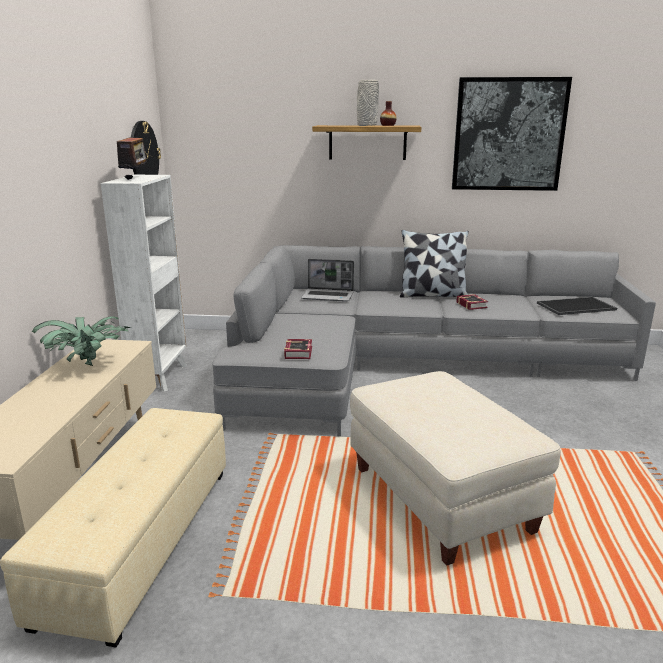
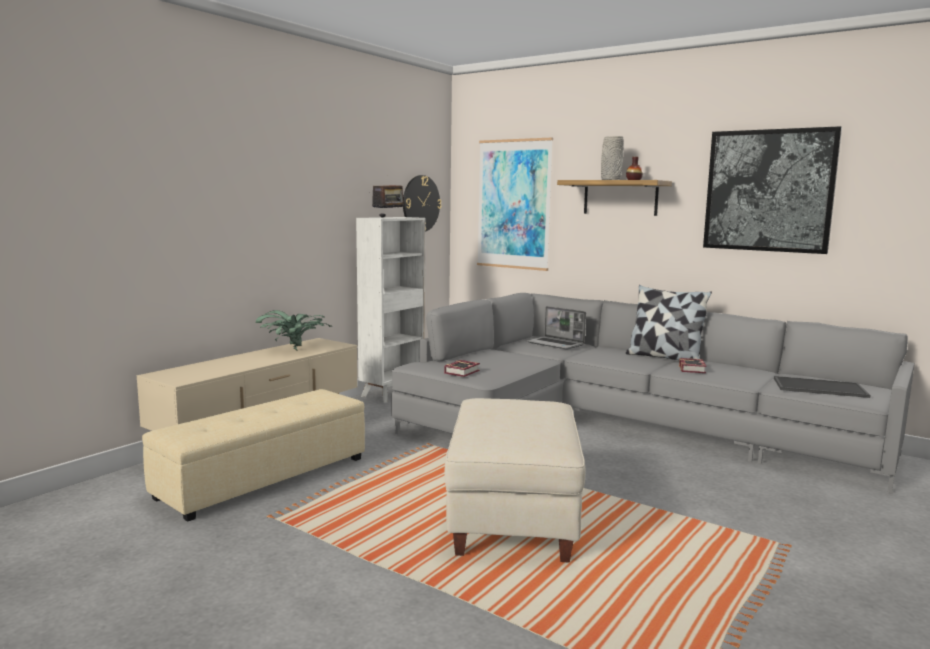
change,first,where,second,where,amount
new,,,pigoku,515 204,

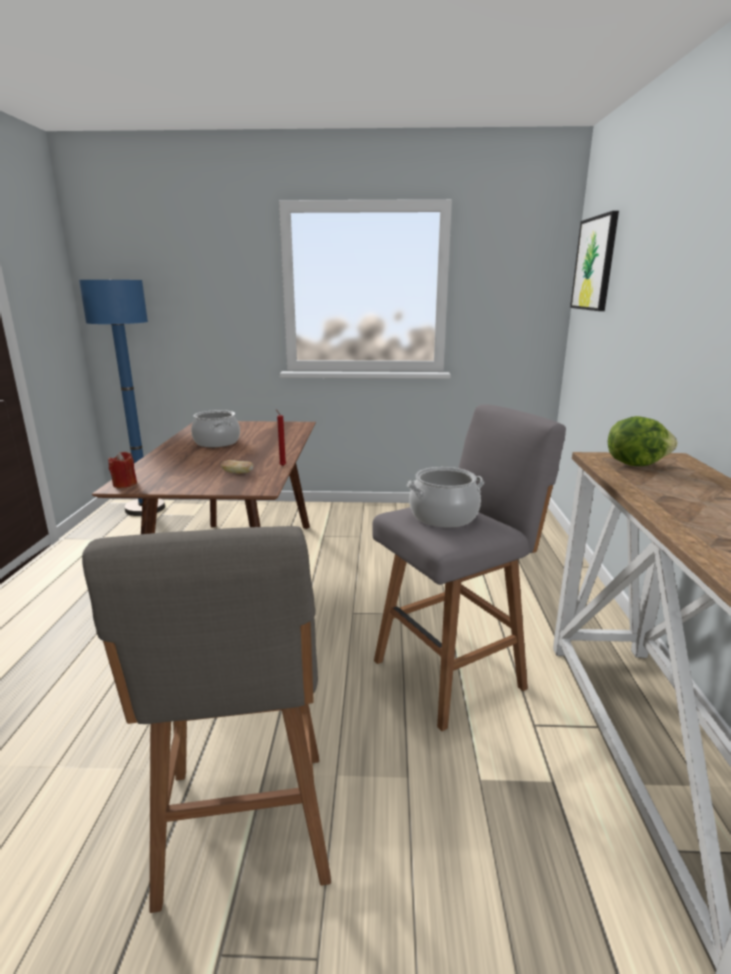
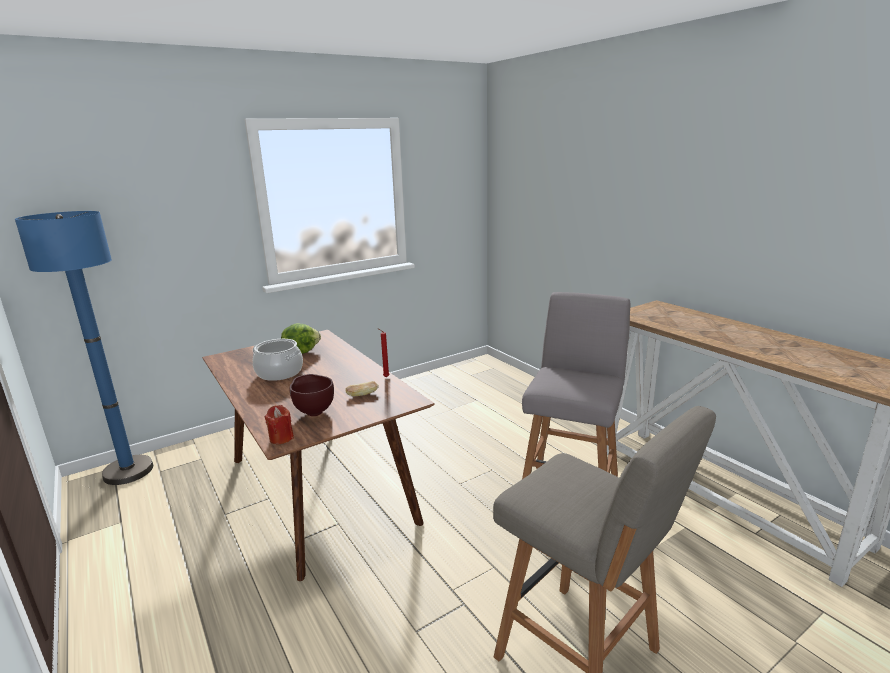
change,first,where,second,where,amount
gone,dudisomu,445 497,,,
gone,pigoku,594 261,,,
new,,,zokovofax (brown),312 395,
shifted,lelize,642 441,,301 339,

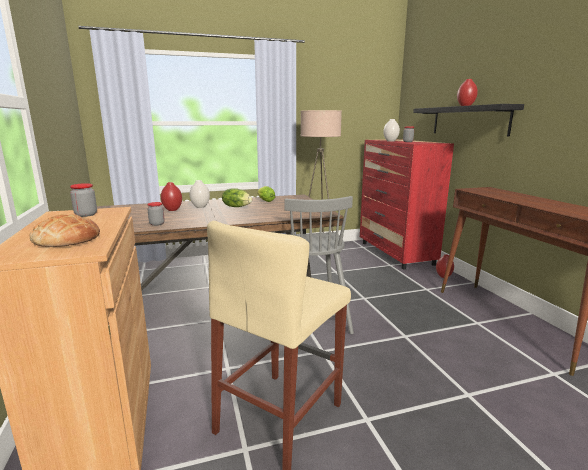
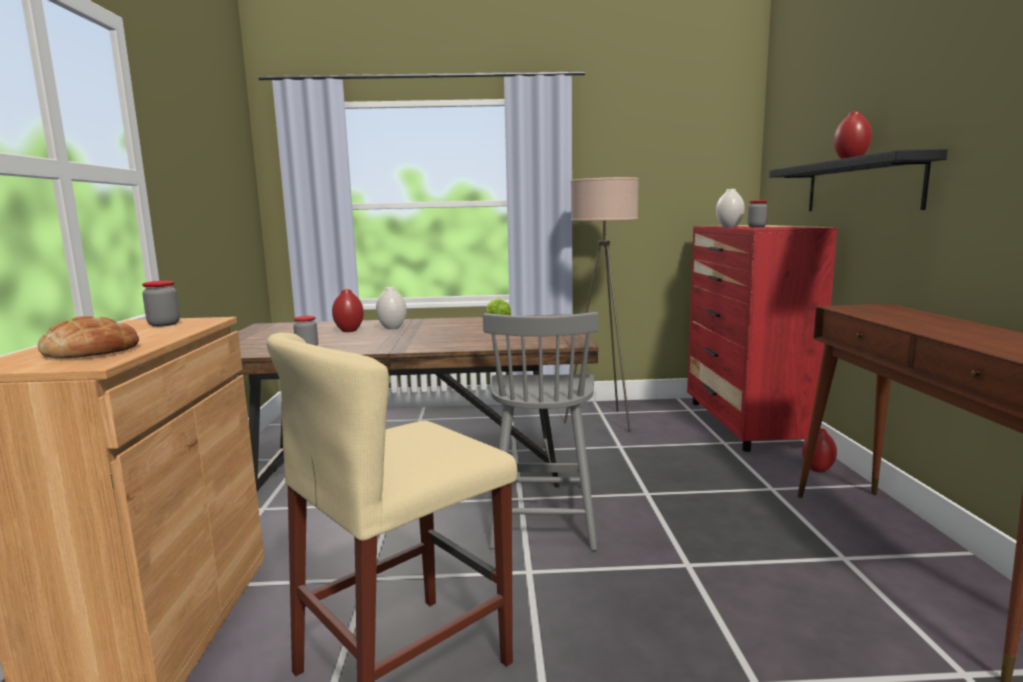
change,first,where,second,where,amount
gone,lelize,237 197,,,

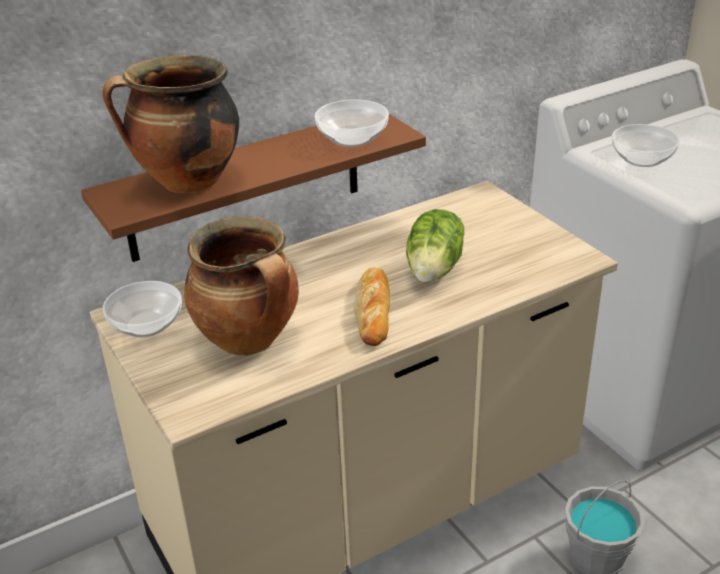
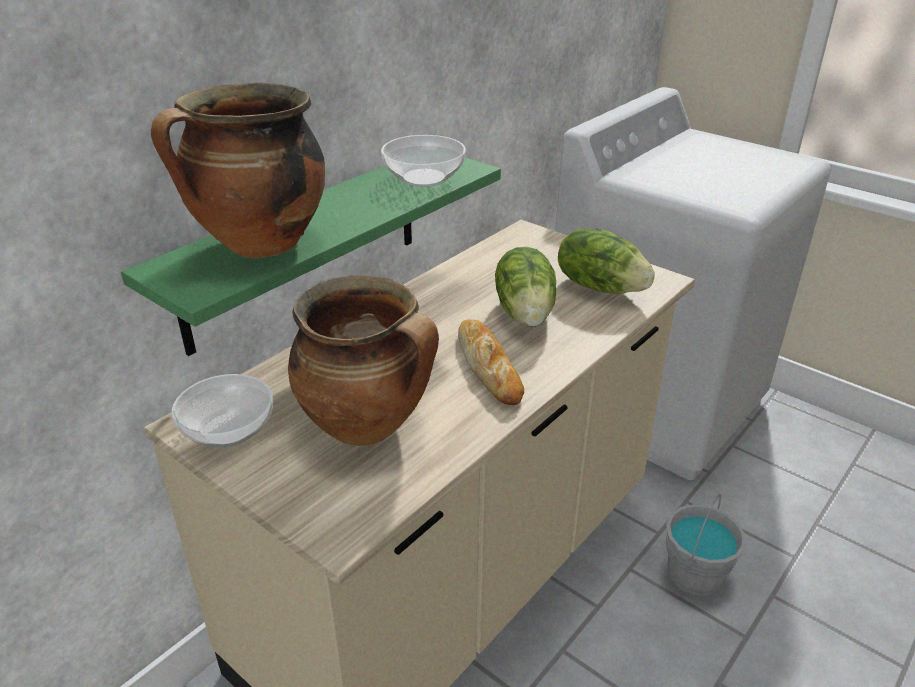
change,first,where,second,where,amount
gone,zokovofax,646 145,,,
new,,,lelize,606 260,
repainted,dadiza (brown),253 188,dadiza (green),311 257,

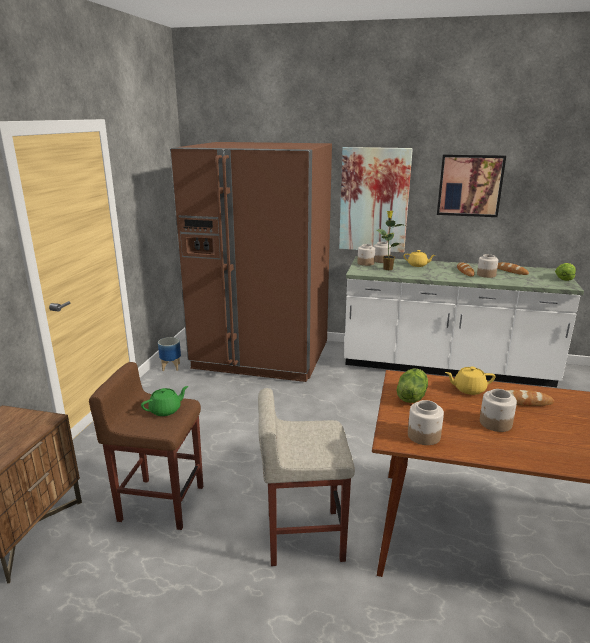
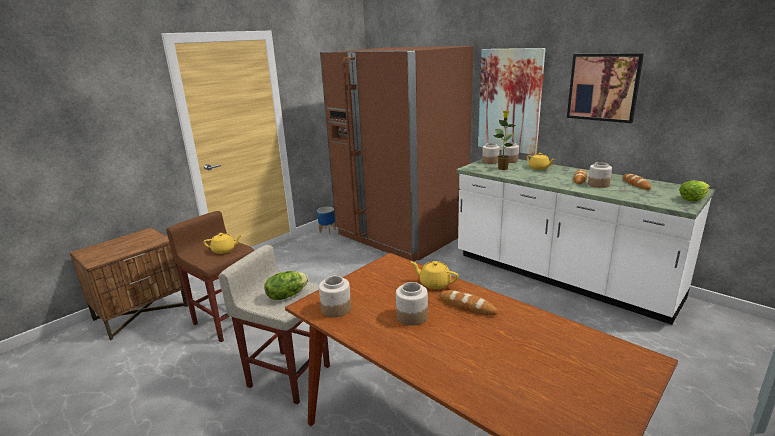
change,first,where,second,where,amount
shifted,lelize,412 385,,286 285,
repainted,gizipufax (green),164 401,gizipufax (yellow),222 243,

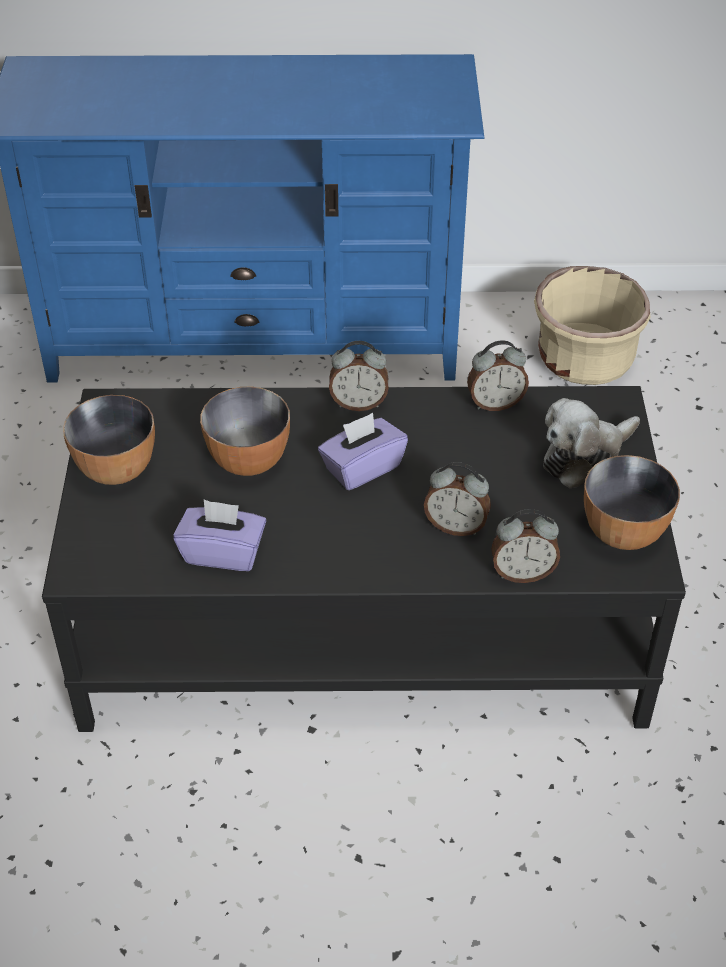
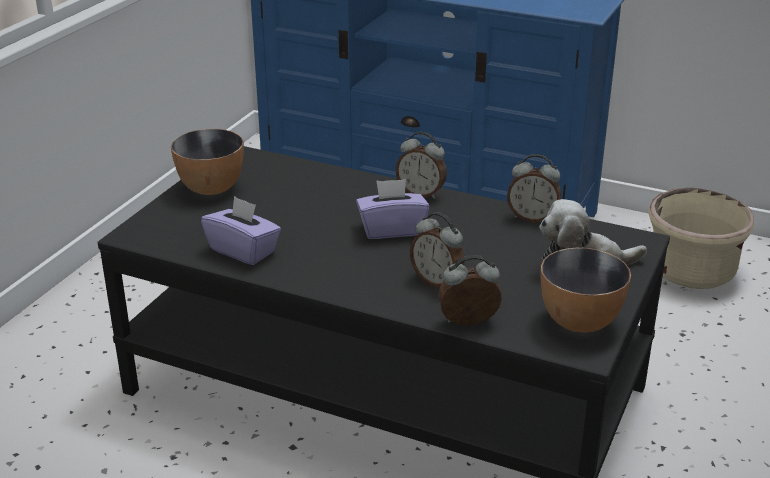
change,first,where,second,where,amount
gone,zokovofax,245 431,,,
rotated,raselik,525 546,,470 290,150 degrees clockwise

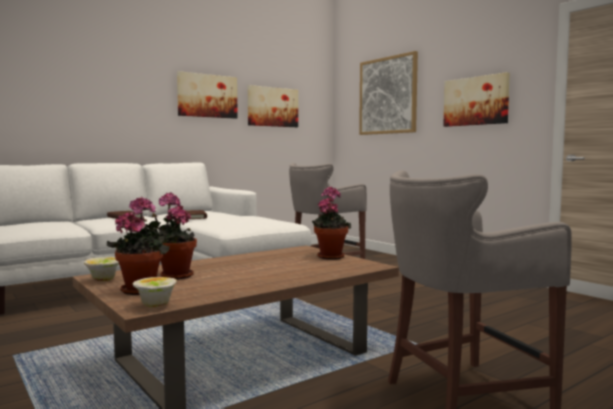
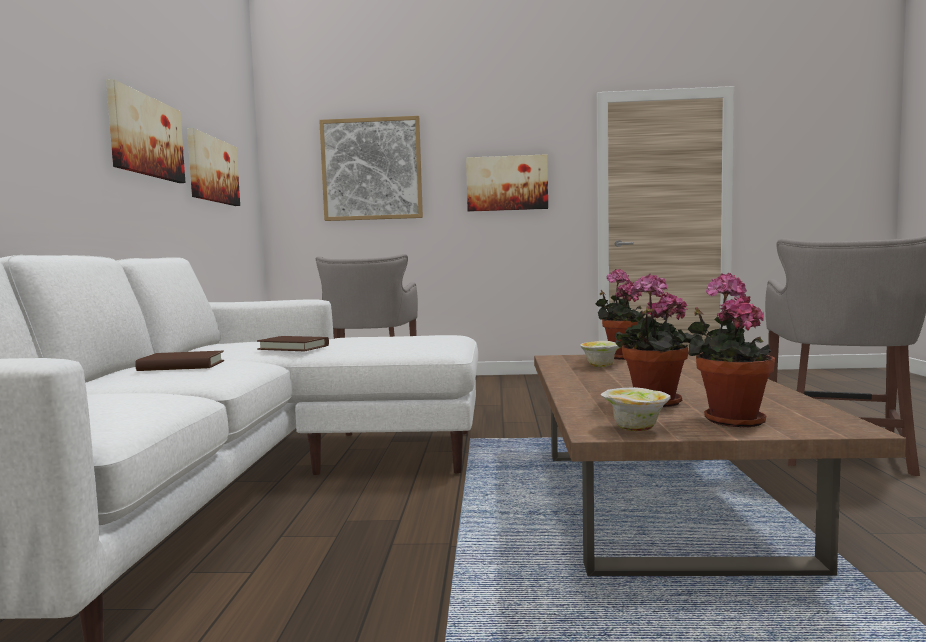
change,first,where,second,where,amount
shifted,zokovofax,155 292,,600 354,

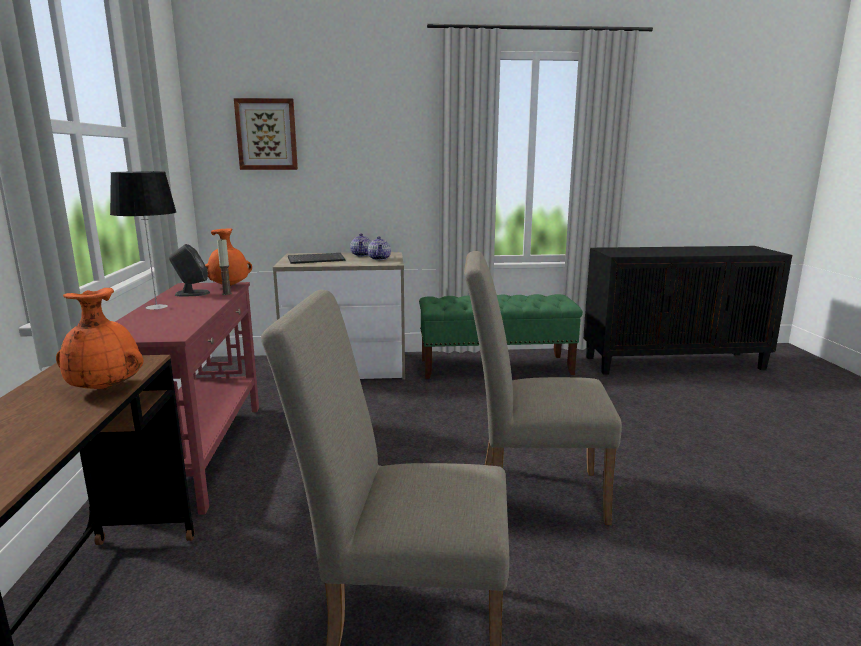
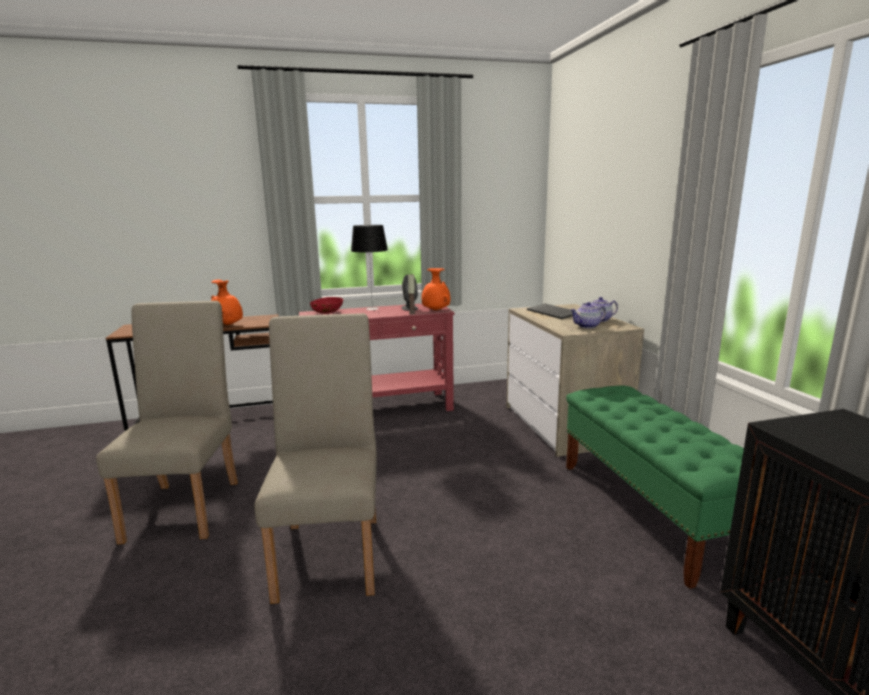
change,first,where,second,where,amount
gone,pigoku,266 134,,,
new,,,zokovofax (red),326 305,

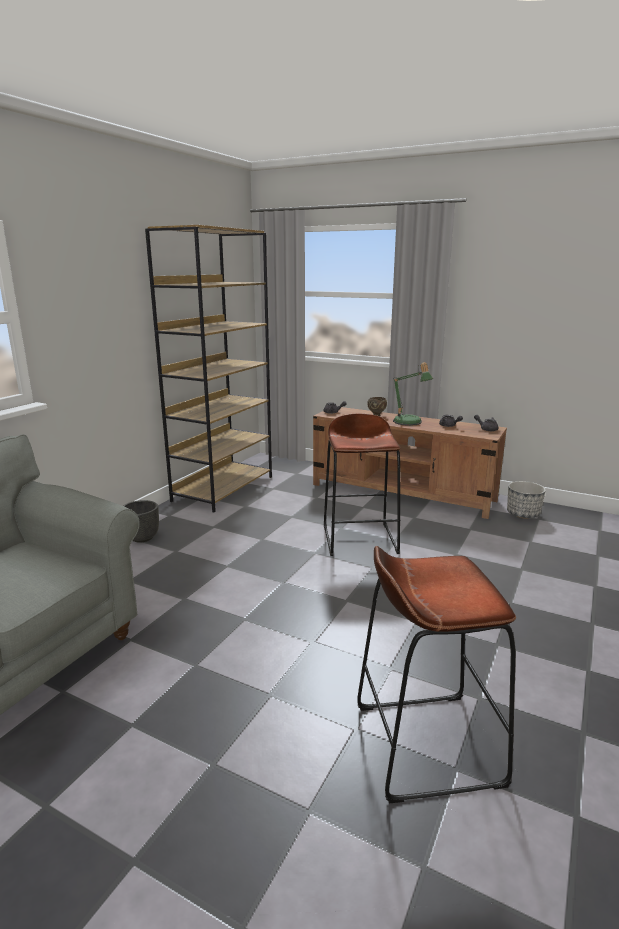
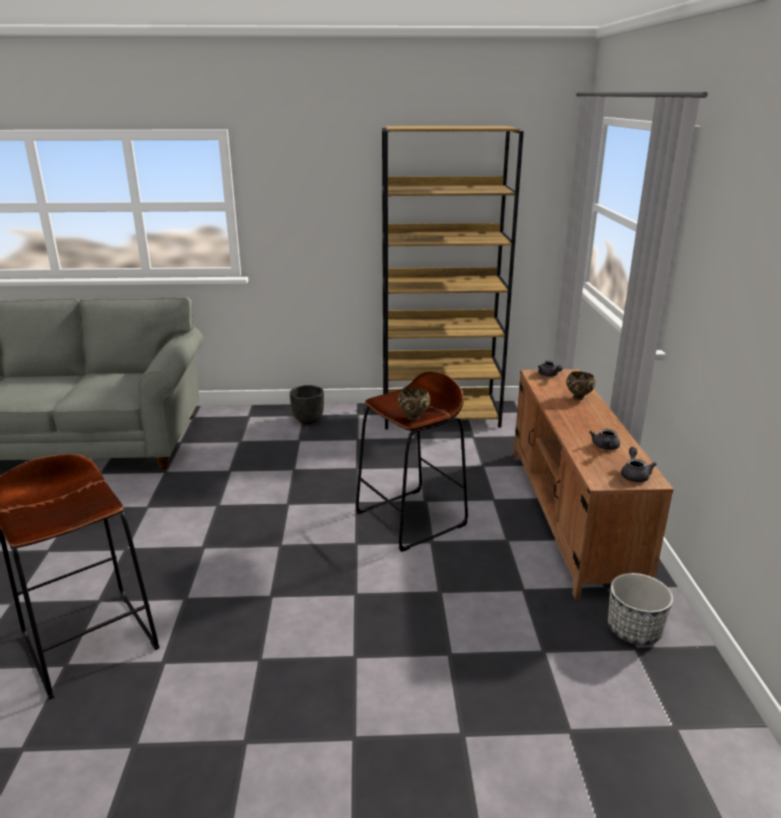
change,first,where,second,where,amount
gone,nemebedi,413 394,,,
new,,,zokovofax (brown),414 403,

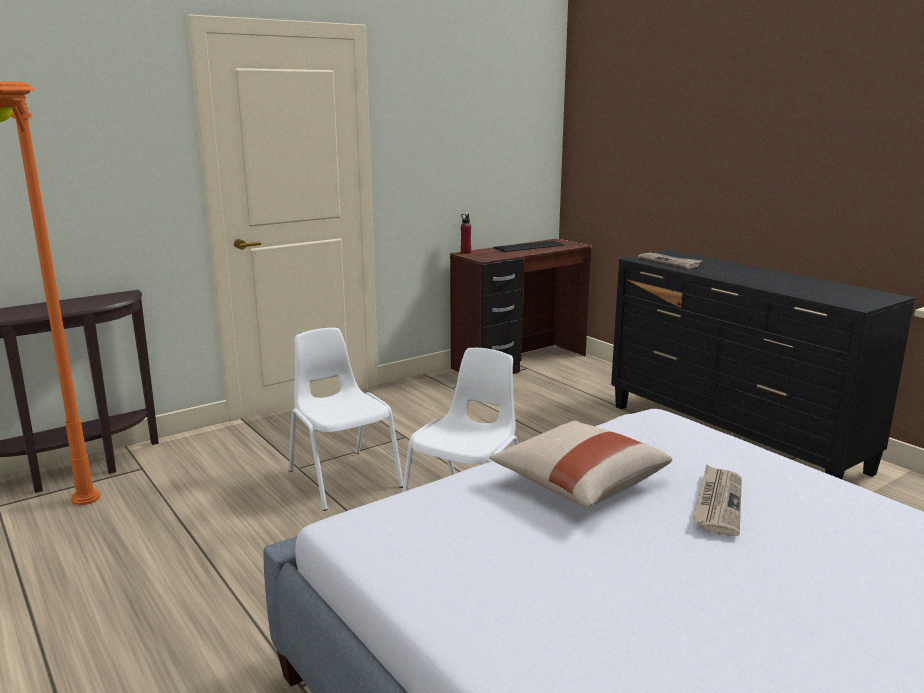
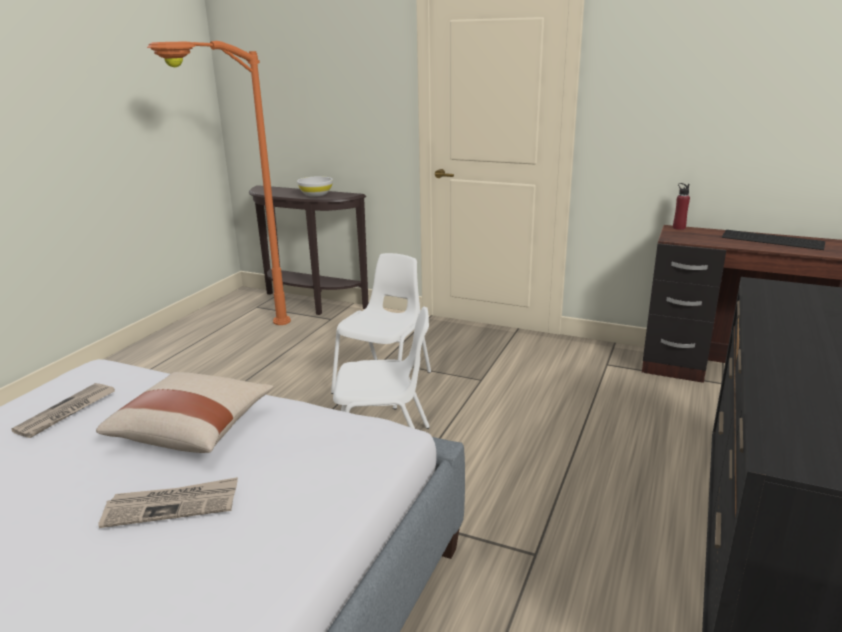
change,first,where,second,where,amount
new,,,zokovofax (white),315 186,
shifted,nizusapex,670 261,,63 410,

